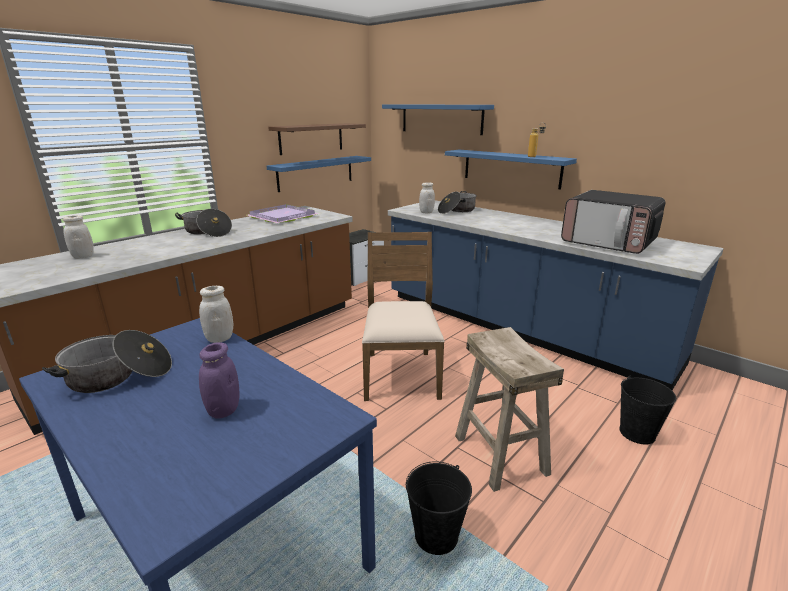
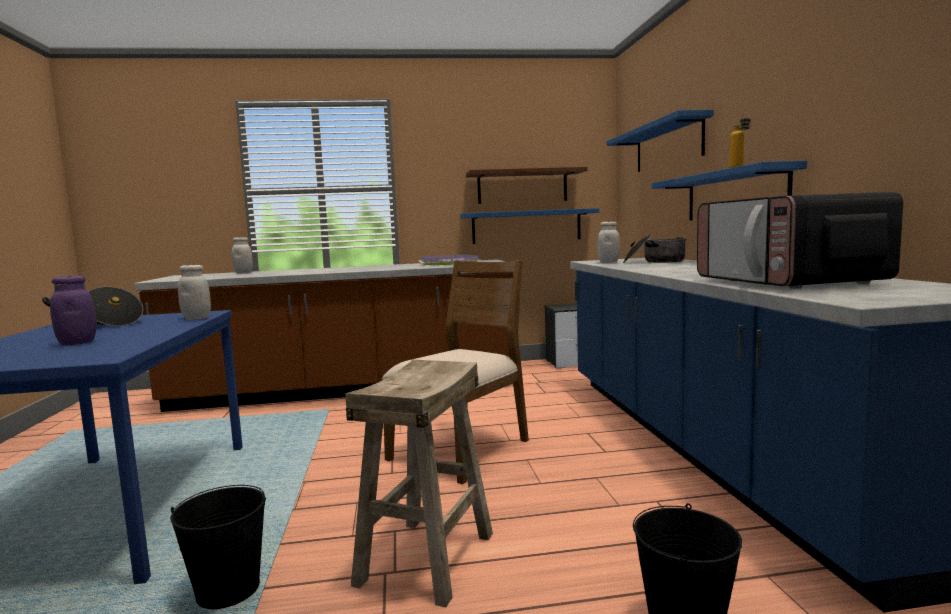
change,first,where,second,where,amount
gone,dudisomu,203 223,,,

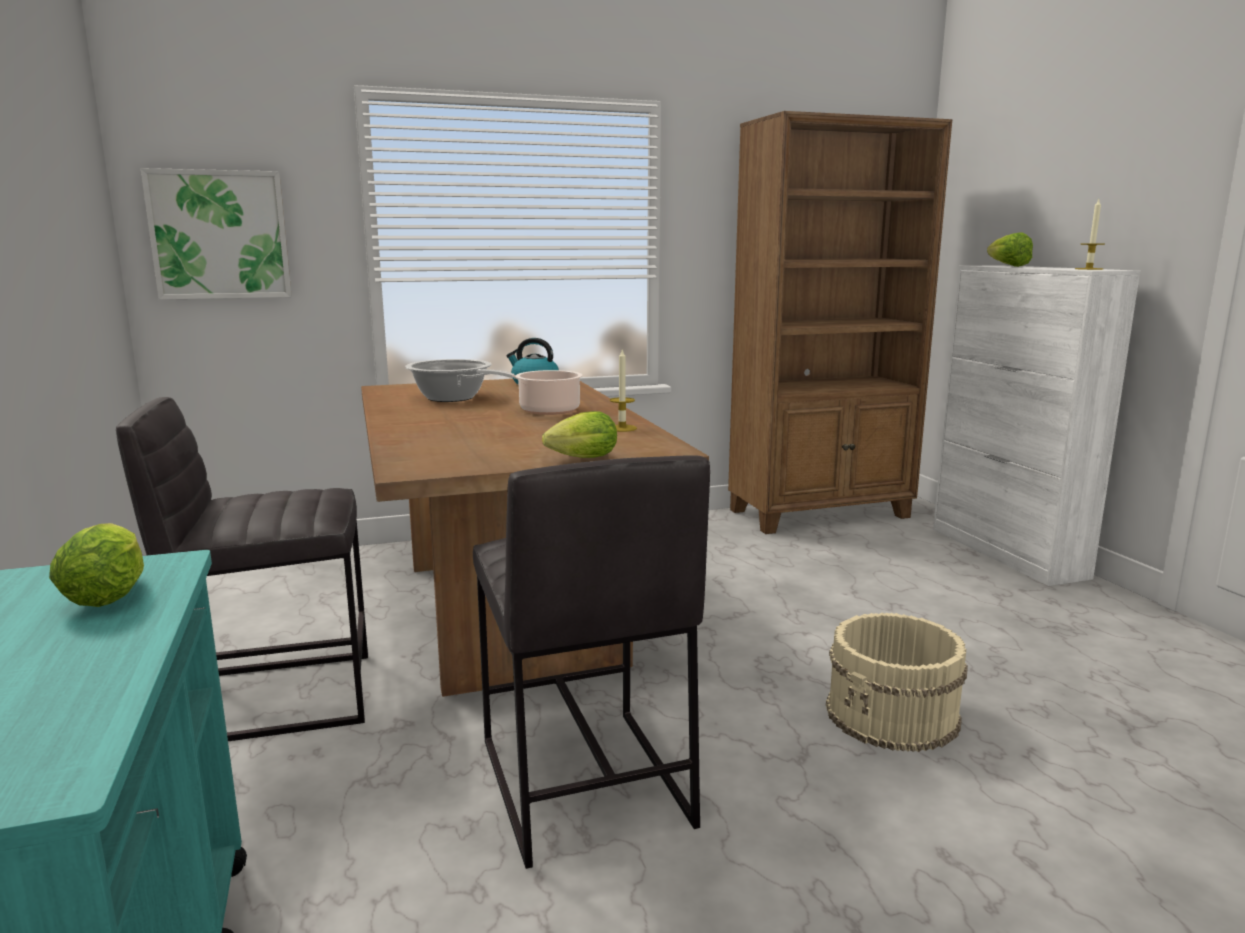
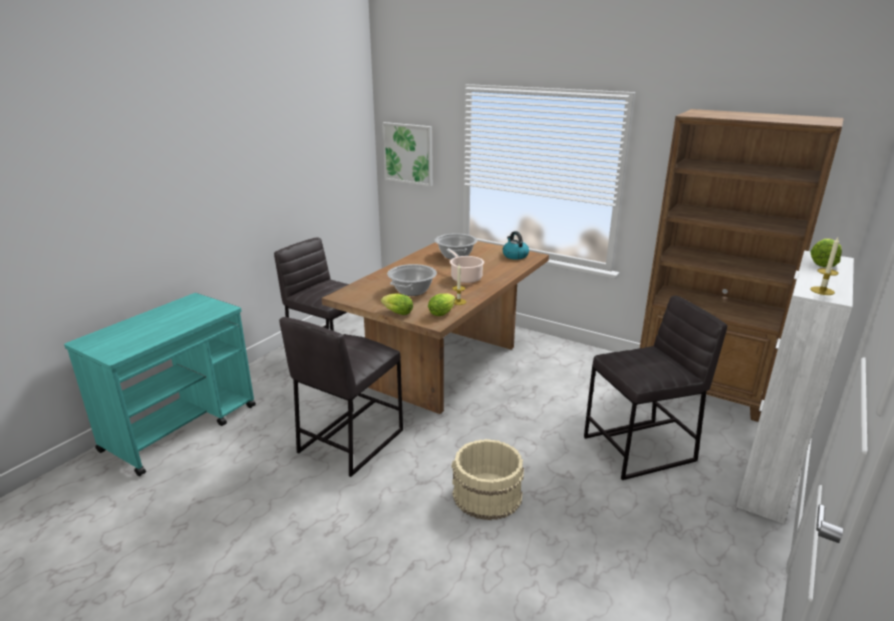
change,first,where,second,where,amount
new,,,dudisomu,412 280,
new,,,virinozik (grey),655 388,
shifted,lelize,96 565,,442 304,

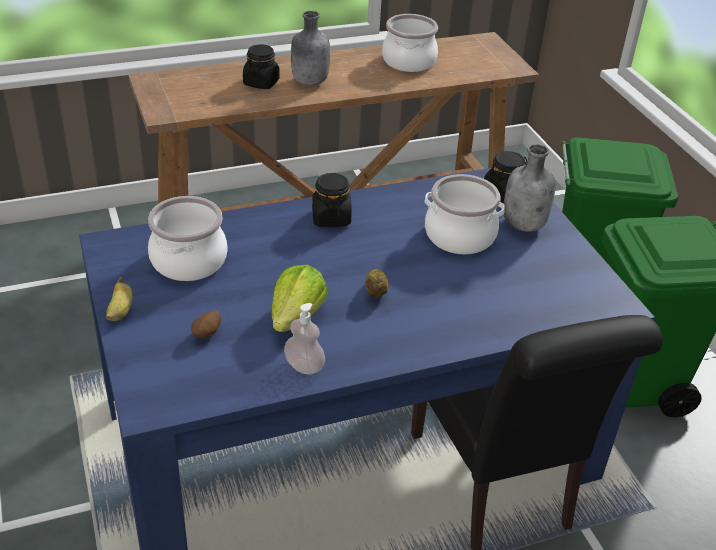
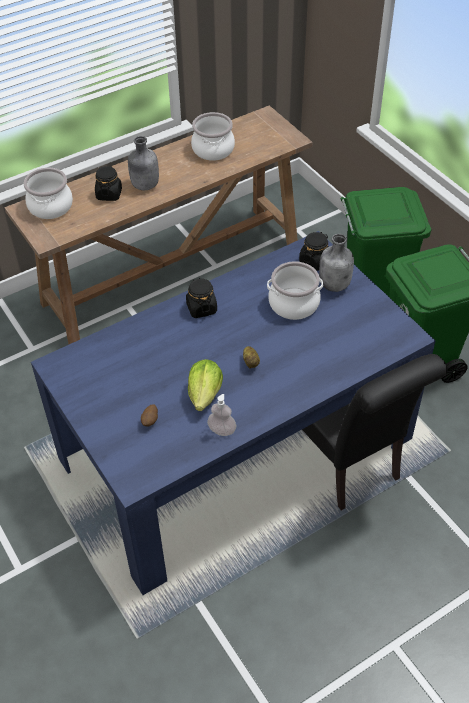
change,first,where,second,where,amount
gone,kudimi,119 299,,,
shifted,dudisomu,187 238,,48 193,

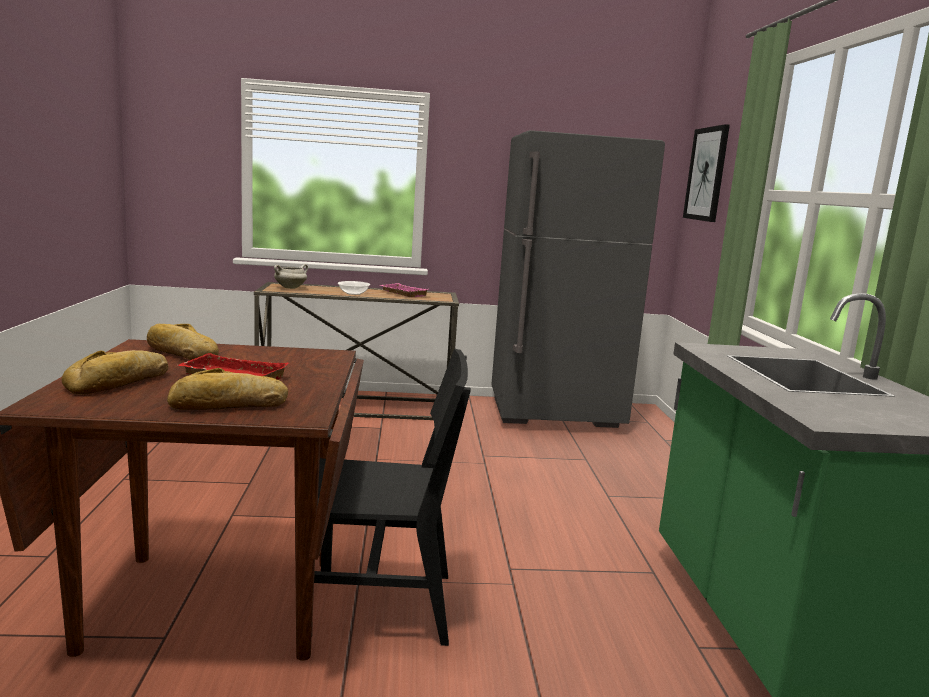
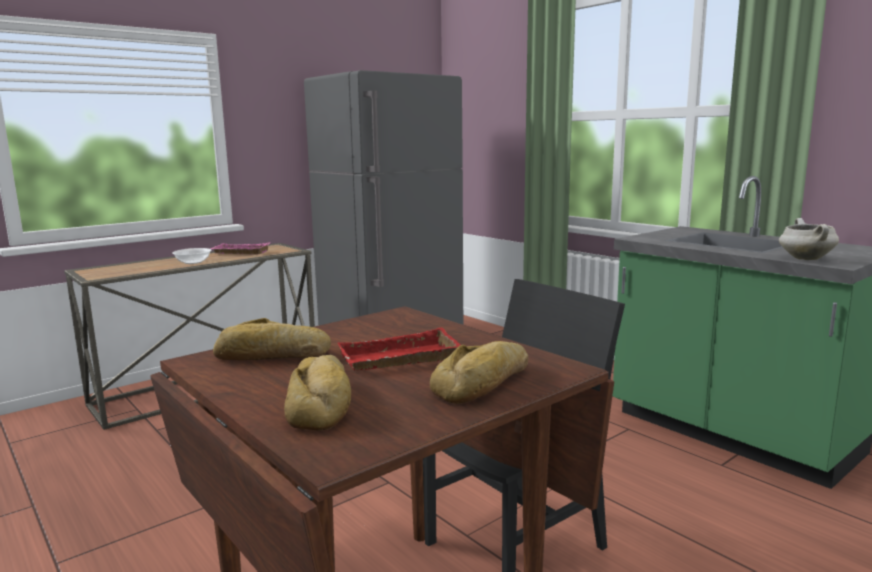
change,first,where,second,where,amount
gone,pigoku,706 173,,,
shifted,dudisomu (white),291 276,,809 239,

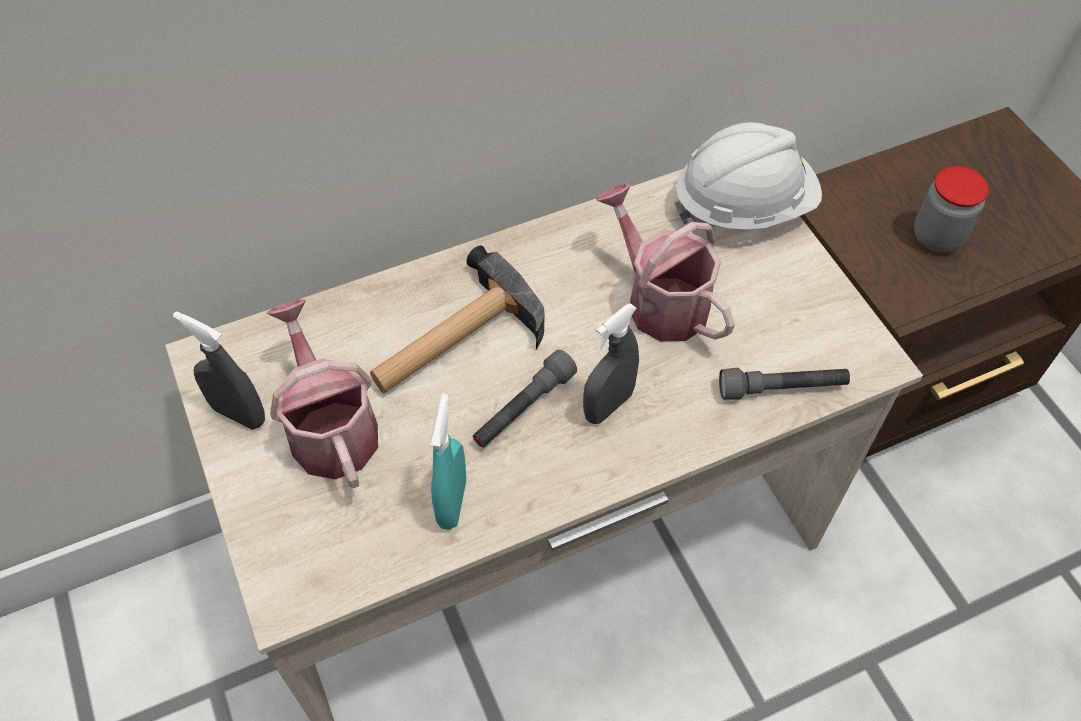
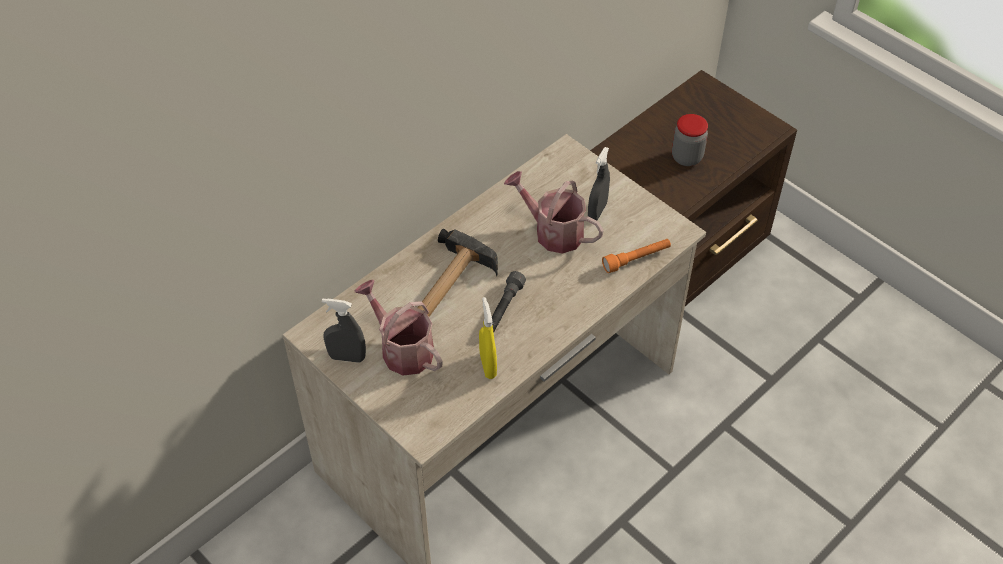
change,first,where,second,where,amount
gone,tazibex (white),748 176,,,
shifted,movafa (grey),611 363,,599 184,
repainted,movafa (turquoise),448 461,movafa (yellow),488 338,
repainted,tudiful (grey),784 384,tudiful (orange),636 256,

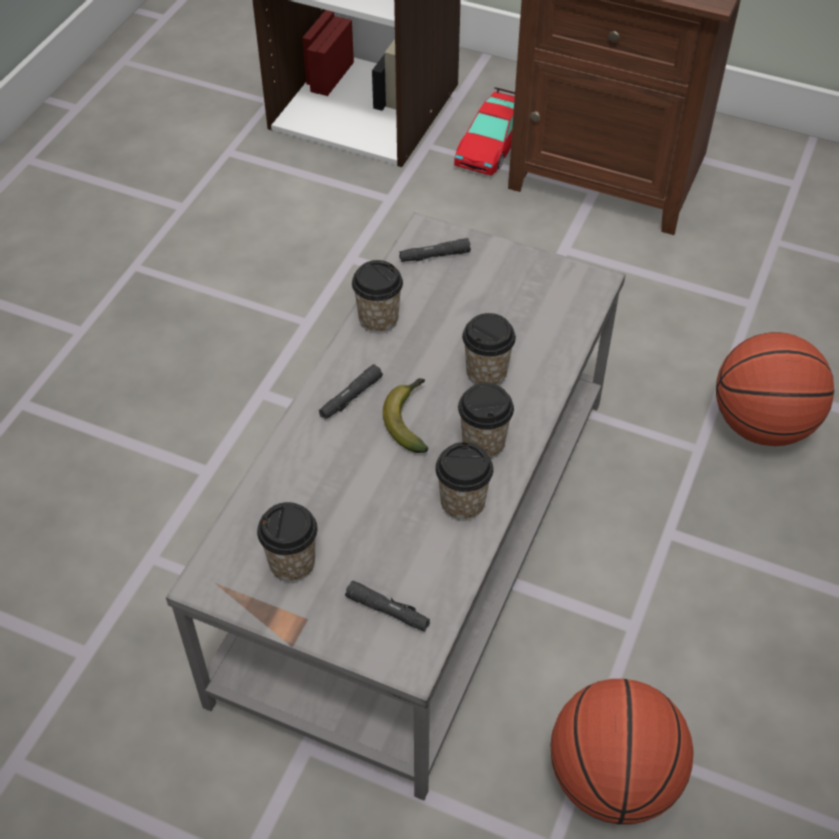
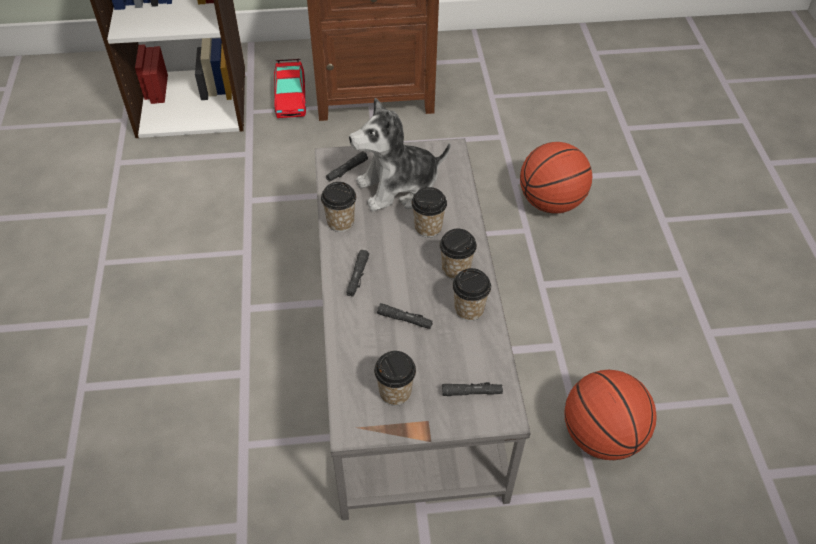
change,first,where,second,where,amount
gone,kudimi,405 415,,,
new,,,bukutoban,399 155,
new,,,tudiful (black),405 316,

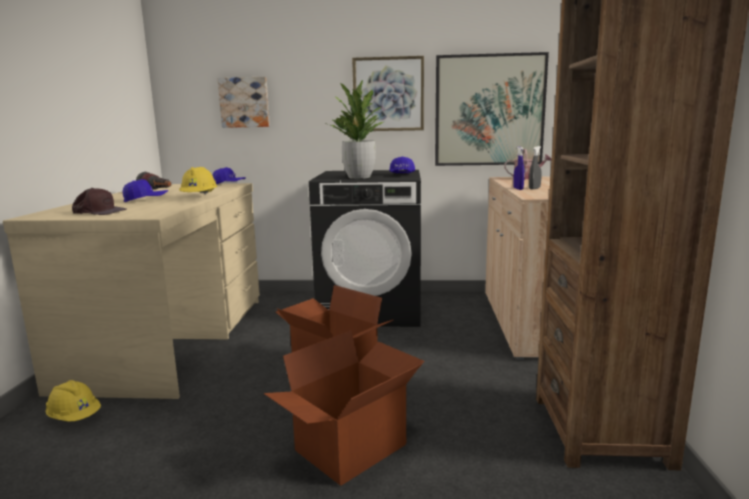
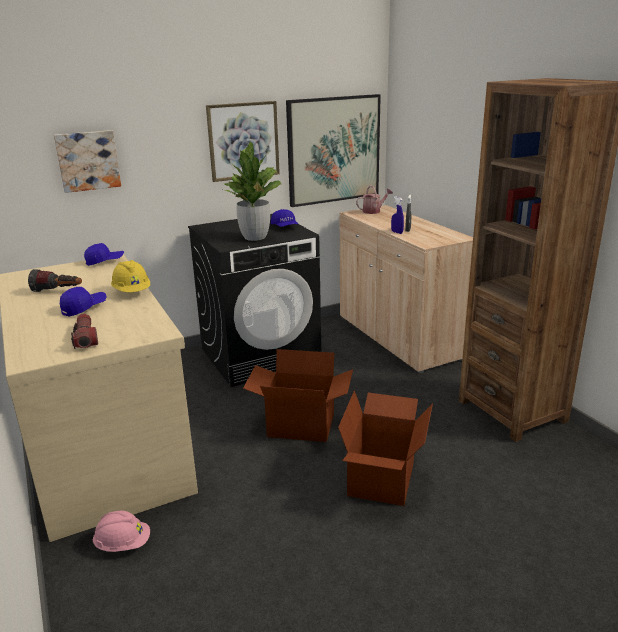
change,first,where,second,where,amount
swapped,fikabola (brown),99 201,tudiful,84 331,
repainted,tazibex (yellow),73 401,tazibex (pink),121 531,

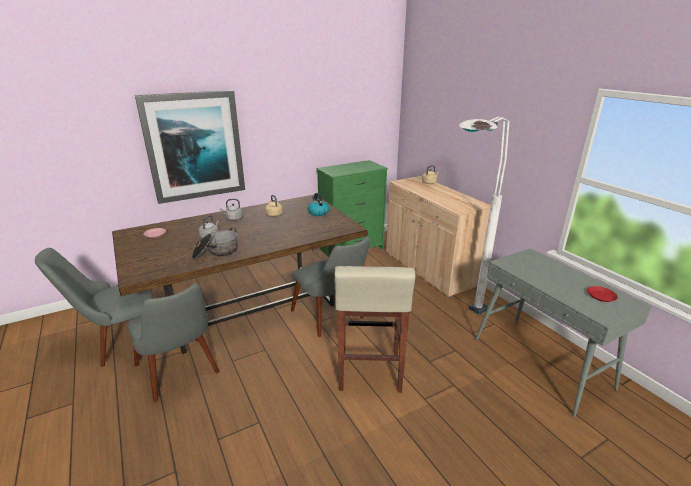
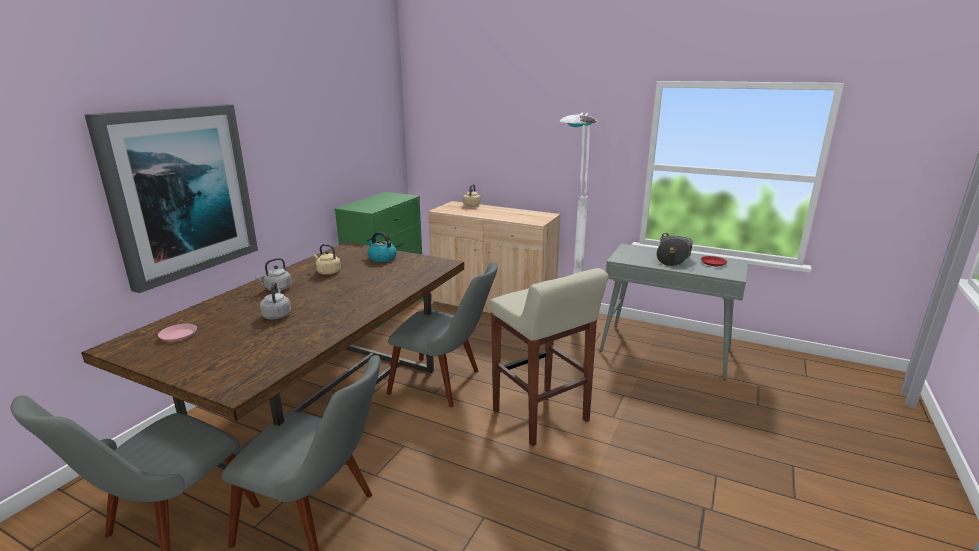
change,first,where,second,where,amount
shifted,dudisomu,215 243,,675 249,

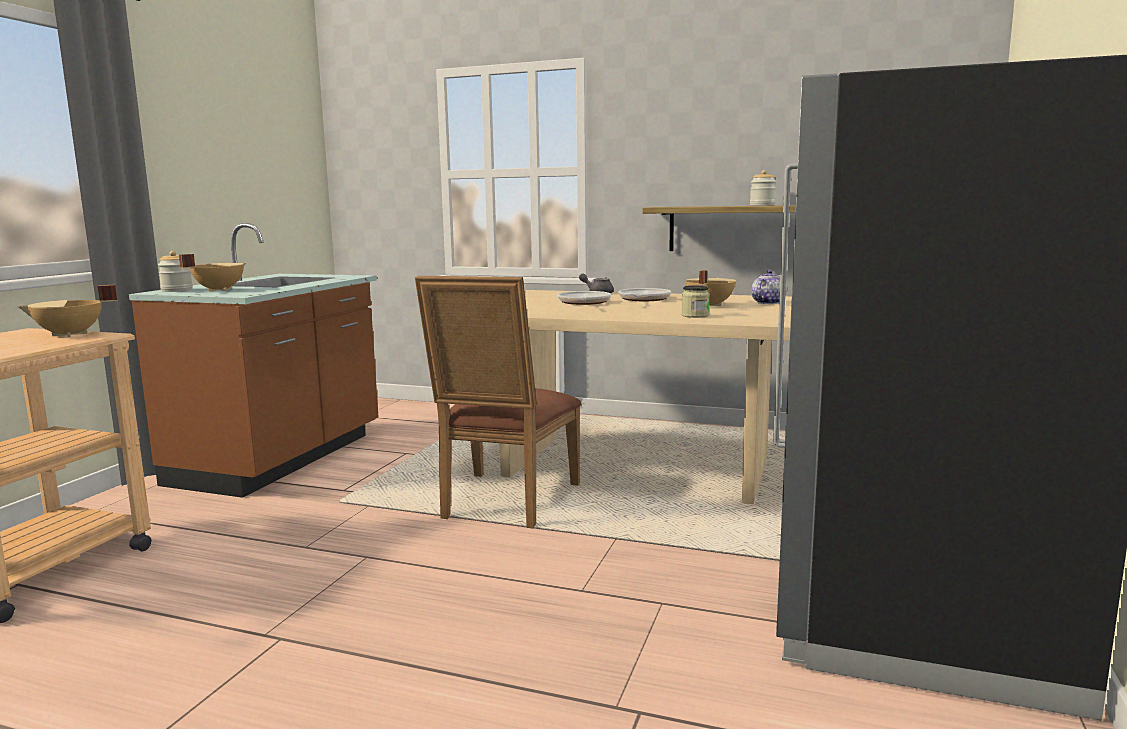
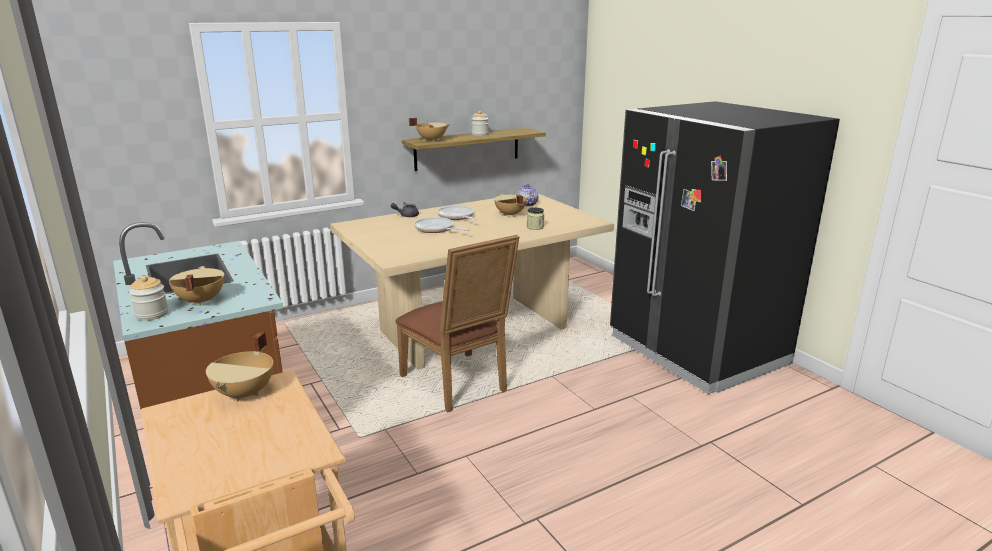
change,first,where,second,where,amount
new,,,dudisomu (beige),429 130,

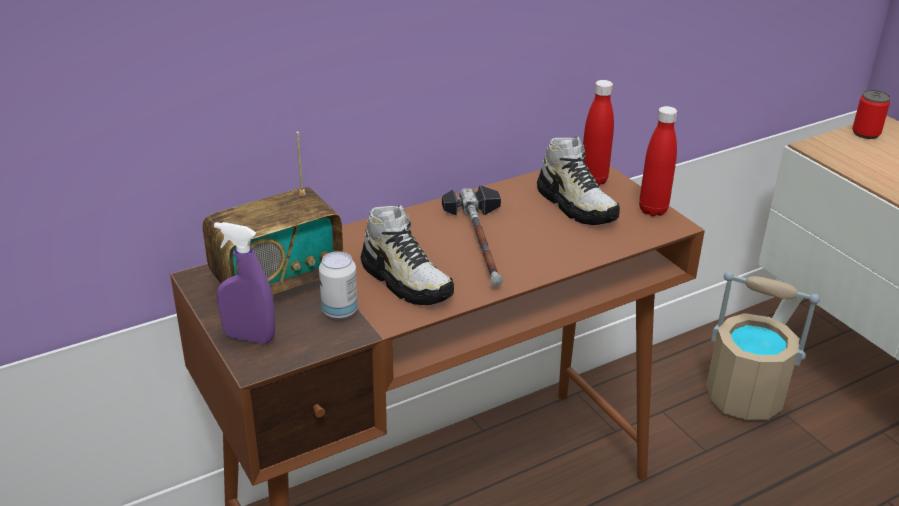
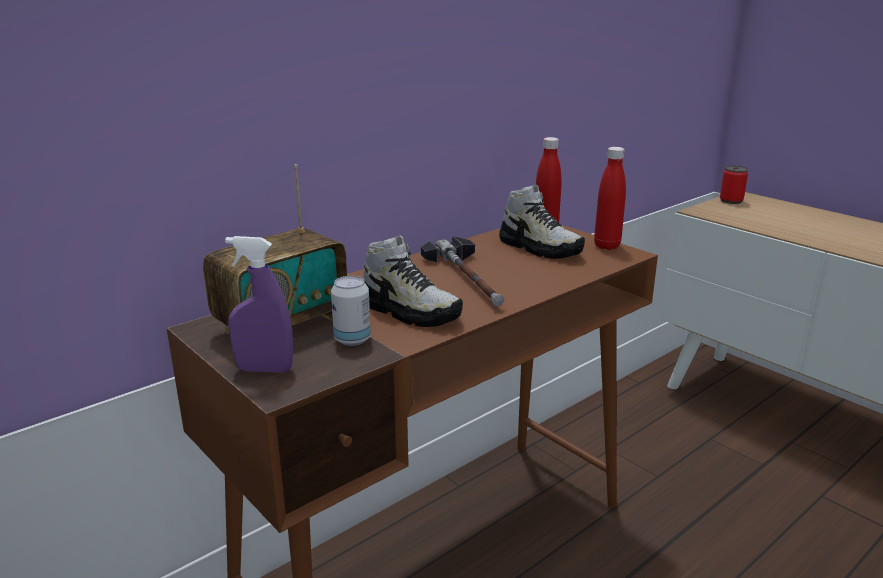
change,first,where,second,where,amount
gone,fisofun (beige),763 345,,,

